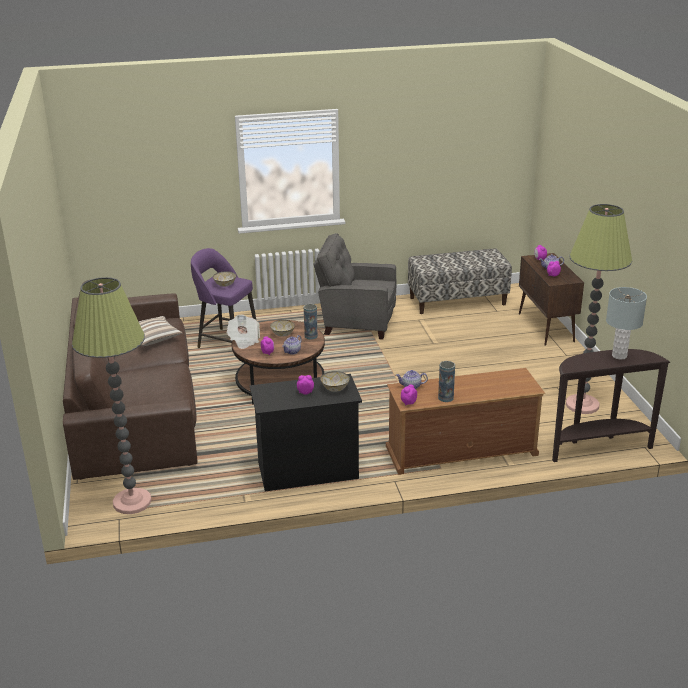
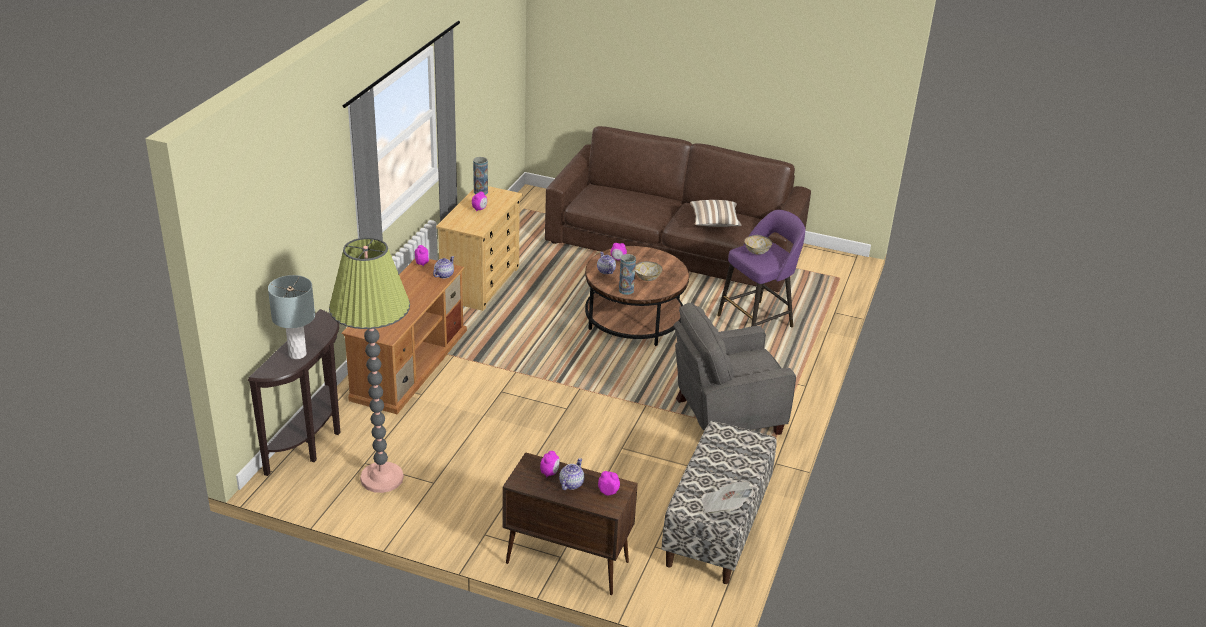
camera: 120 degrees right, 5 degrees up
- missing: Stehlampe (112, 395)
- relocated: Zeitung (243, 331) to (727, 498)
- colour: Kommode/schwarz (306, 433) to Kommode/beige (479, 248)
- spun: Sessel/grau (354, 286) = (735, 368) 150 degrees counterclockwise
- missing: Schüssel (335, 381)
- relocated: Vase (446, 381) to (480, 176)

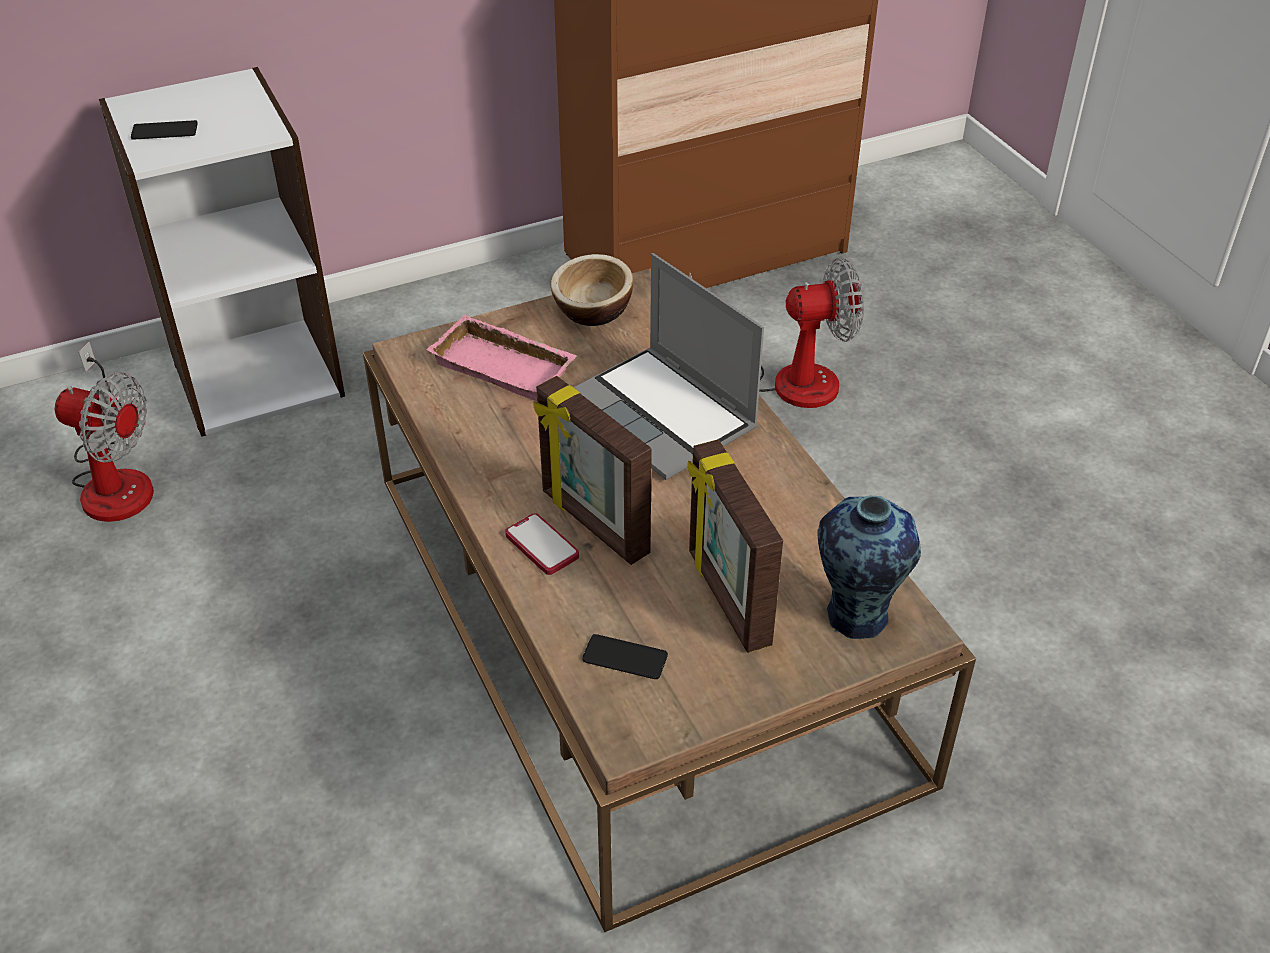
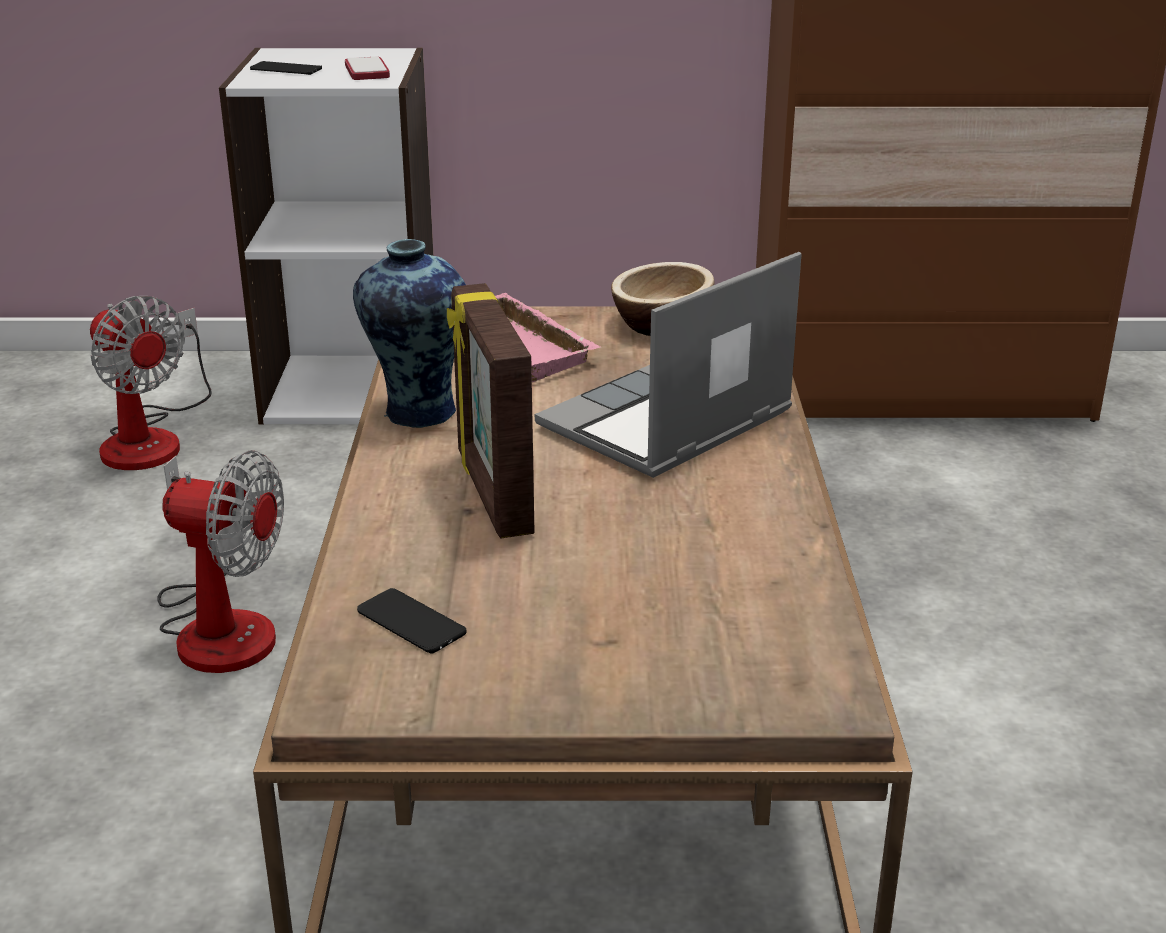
camera: 25 degrees right, 15 degrees down
- relocated: Handy (542, 544) to (367, 68)
- spun: Laptop (668, 366) = (668, 365) 60 degrees clockwise
- missing: Bilderrahmen (735, 546)
- relocated: Ventilator (776, 333) to (220, 561)
- relocated: Vase (869, 567) to (409, 333)

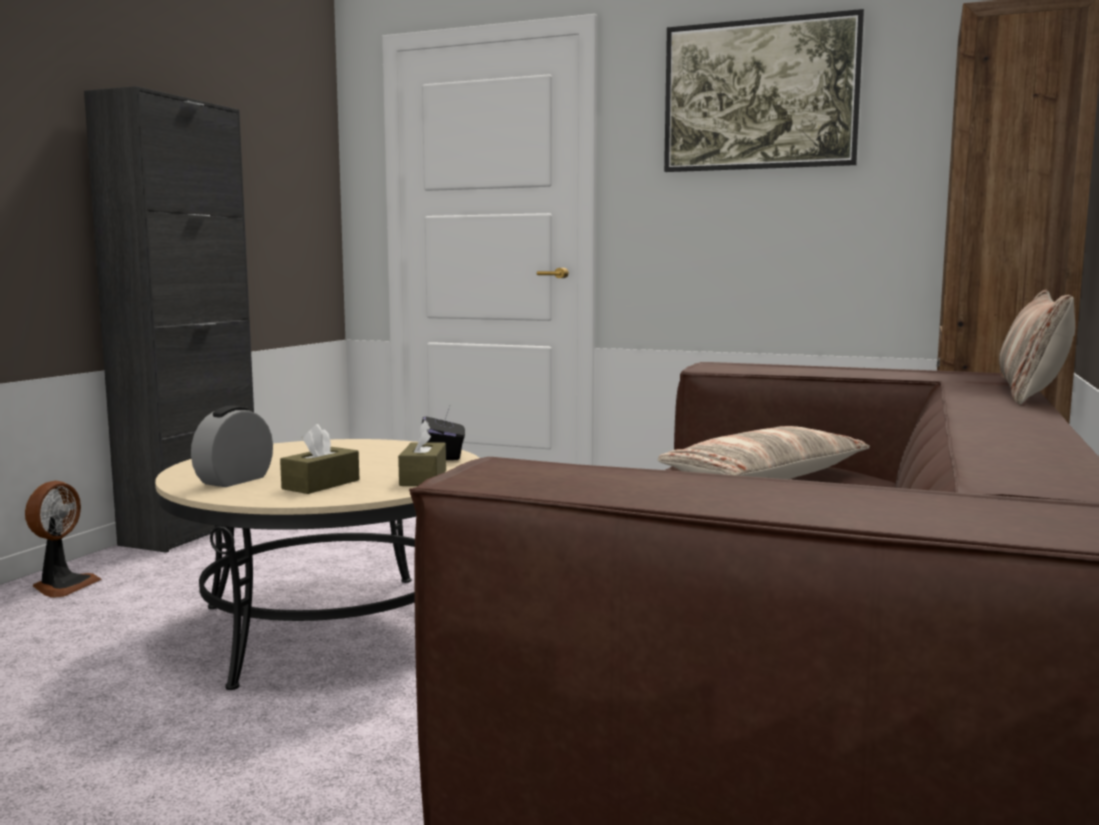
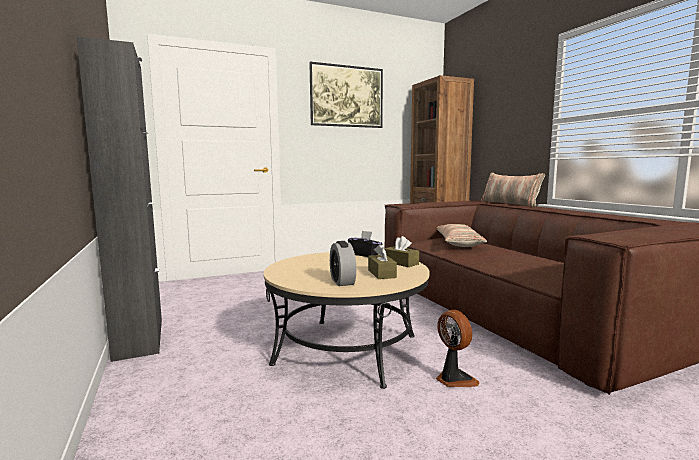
camera: 45 degrees left, 0 degrees up
- relocated: Ventilator (63, 539) to (458, 348)

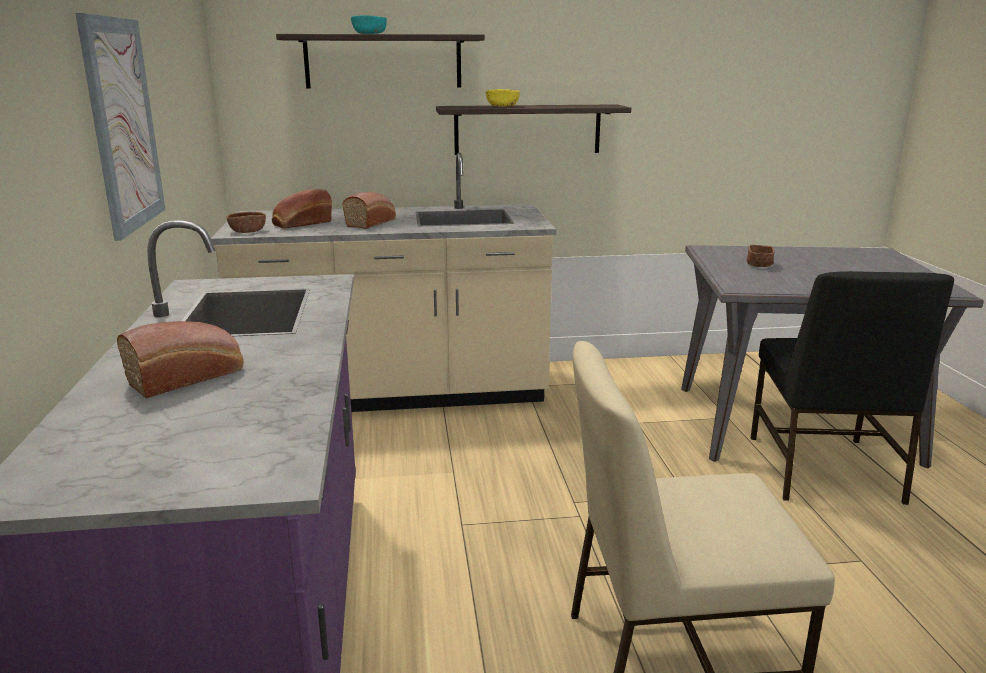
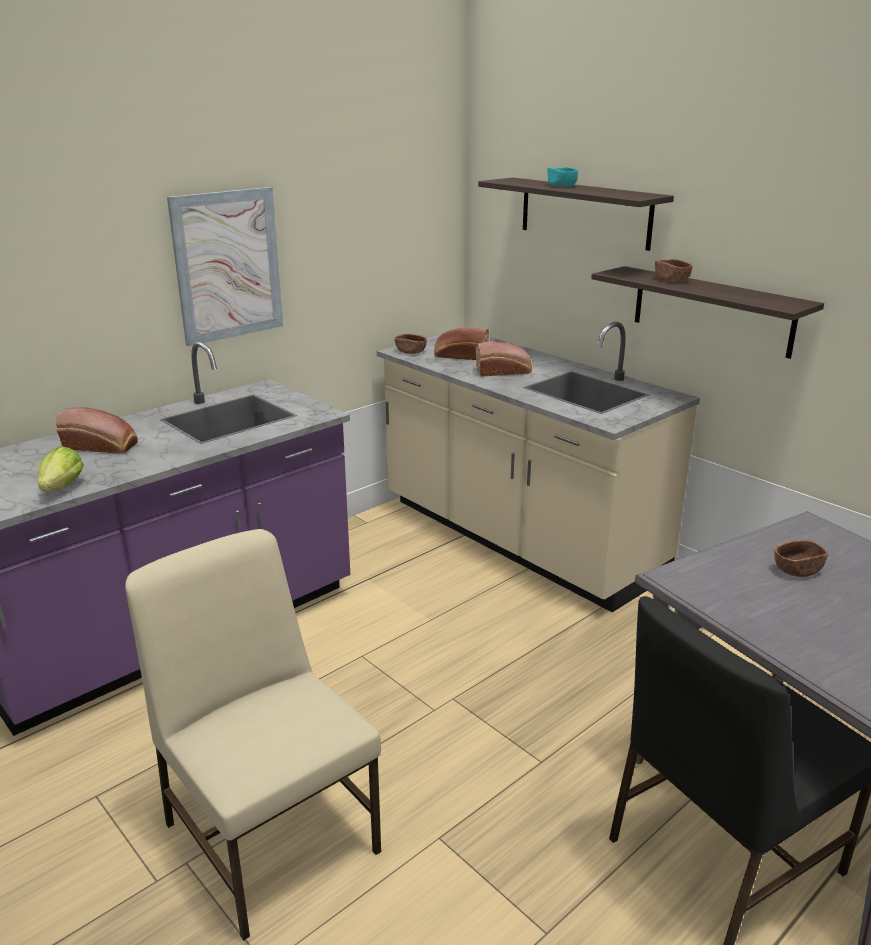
camera: 55 degrees right, 5 degrees up
- colour: Schüssel/gelb (503, 97) to Schüssel/braun (674, 270)
- appeared: Salatkopf (61, 468)

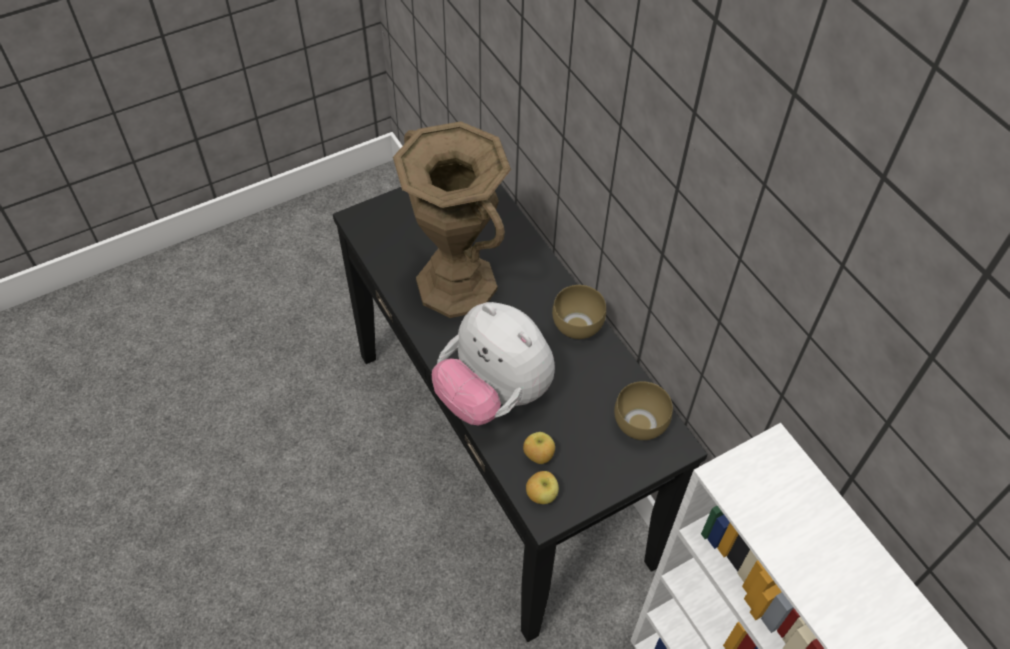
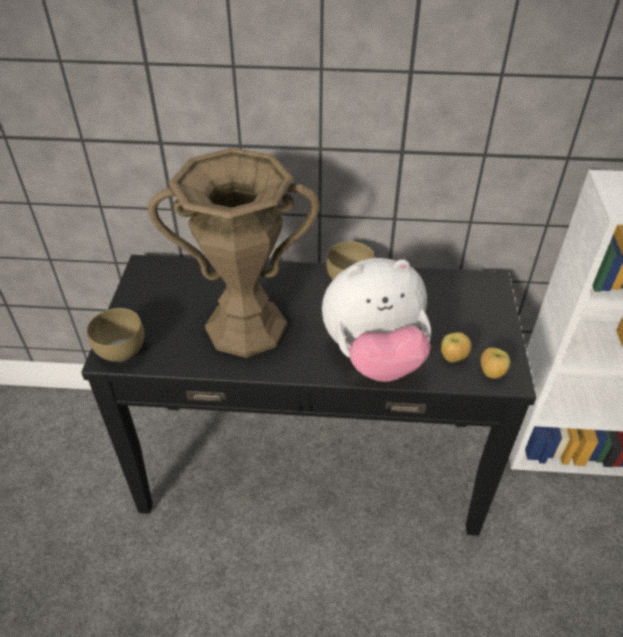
camera: 55 degrees left, 10 degrees down
- relocated: Schüssel/braun (643, 410) to (115, 335)

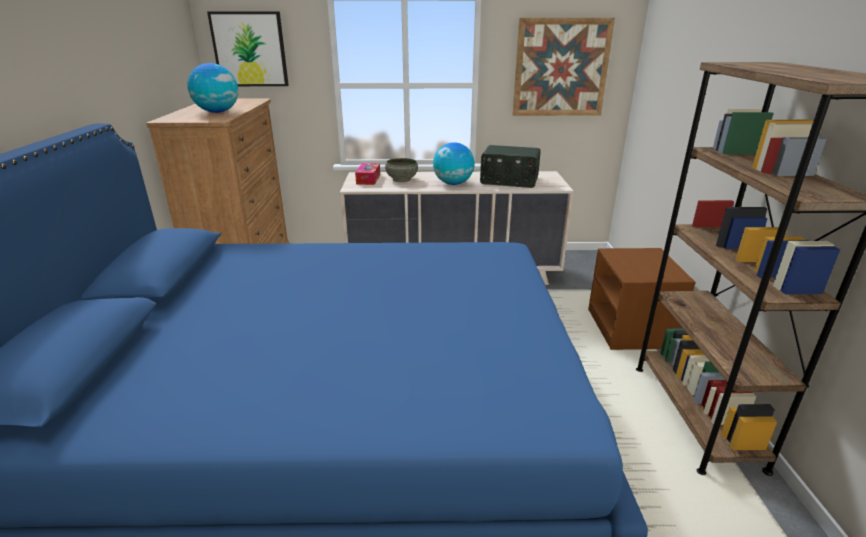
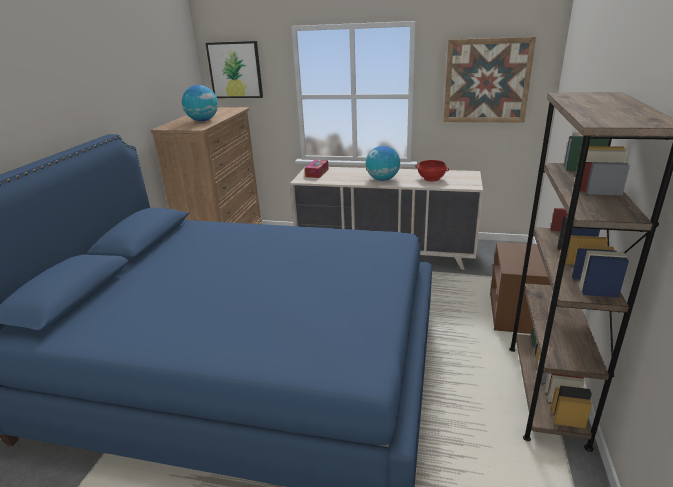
camera: 15 degrees right, 0 degrees up
- missing: Schüssel/grau (401, 170)
- exchanged: Radio (510, 166) to Schüssel/rot (432, 170)

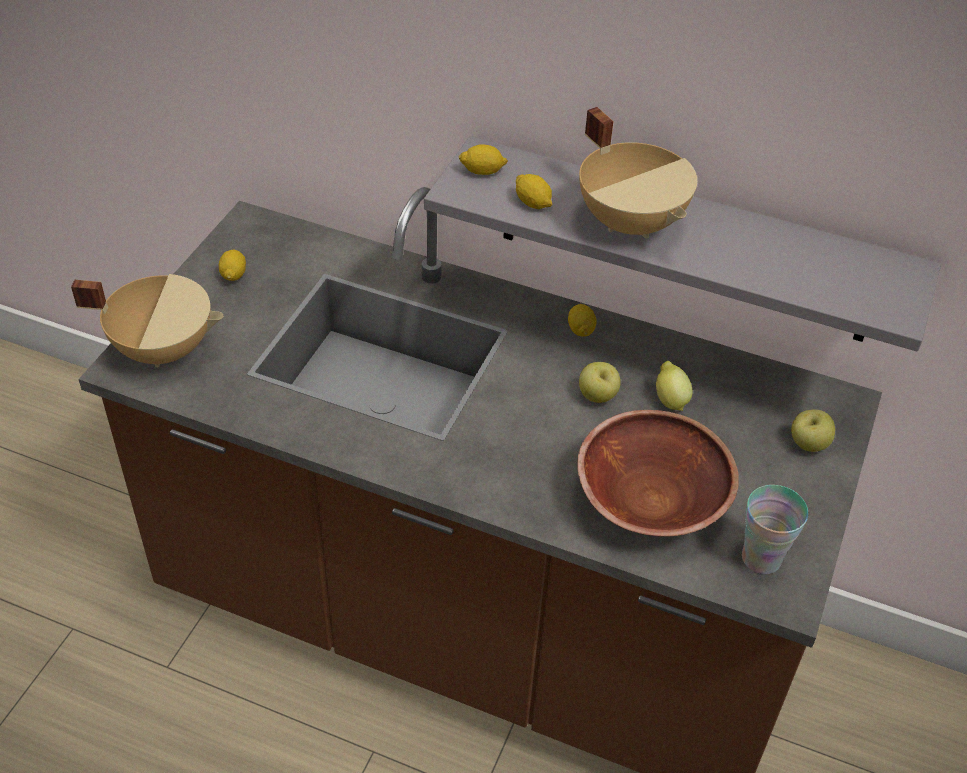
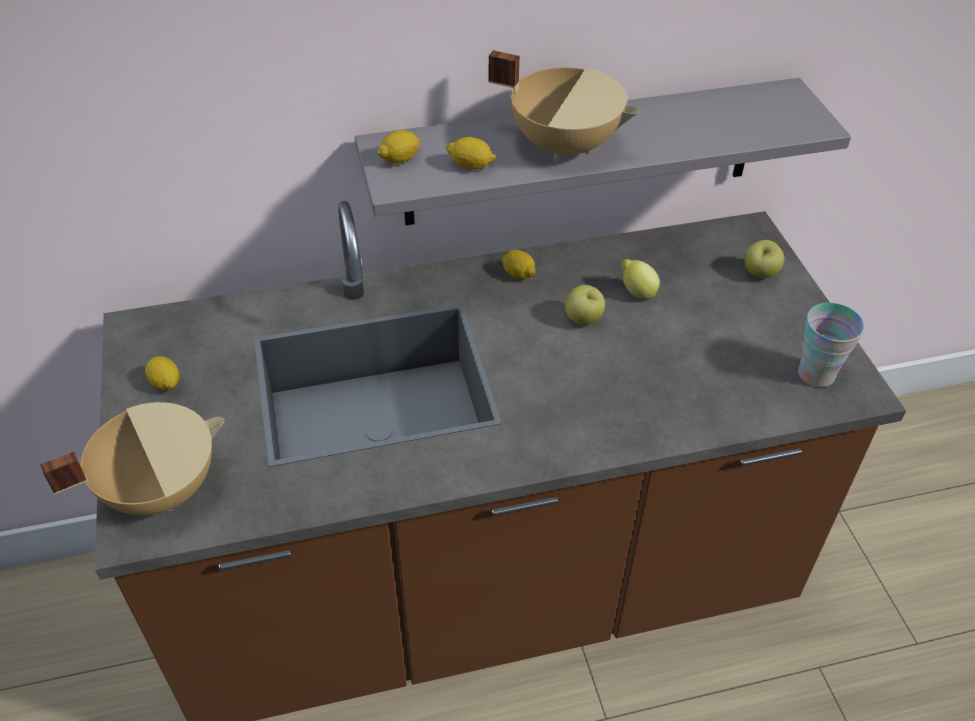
camera: 35 degrees left, 0 degrees up
- missing: Schüssel/braun (658, 473)

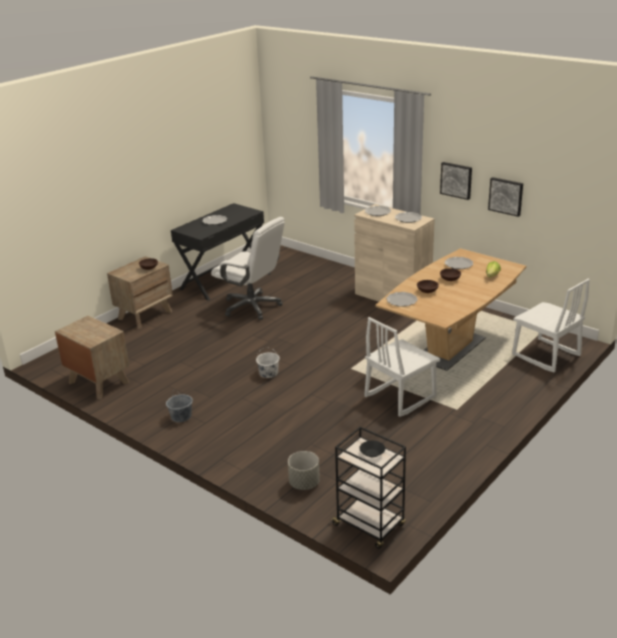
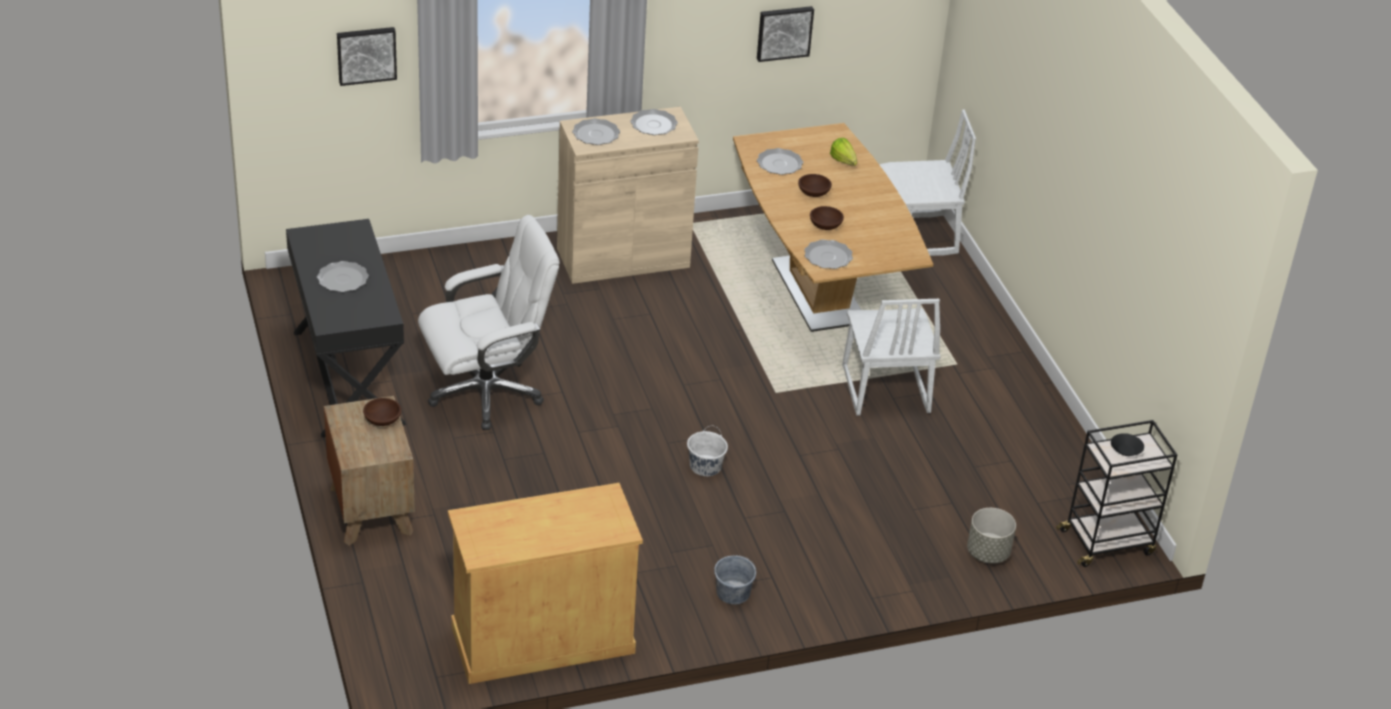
camera: 60 degrees left, 10 degrees up
- exchanged: Nachttisch/braun (92, 357) to Schrank/beige (545, 583)
- relocated: Bild (456, 181) to (367, 56)

